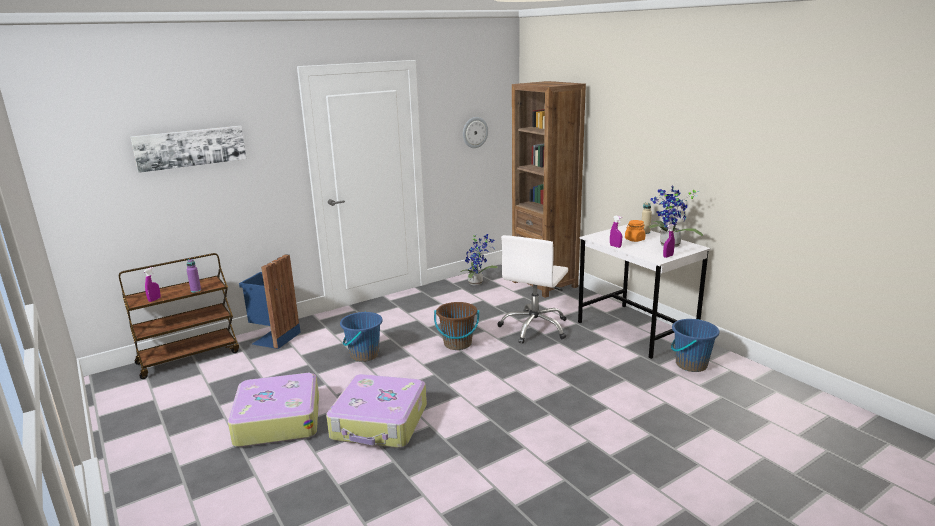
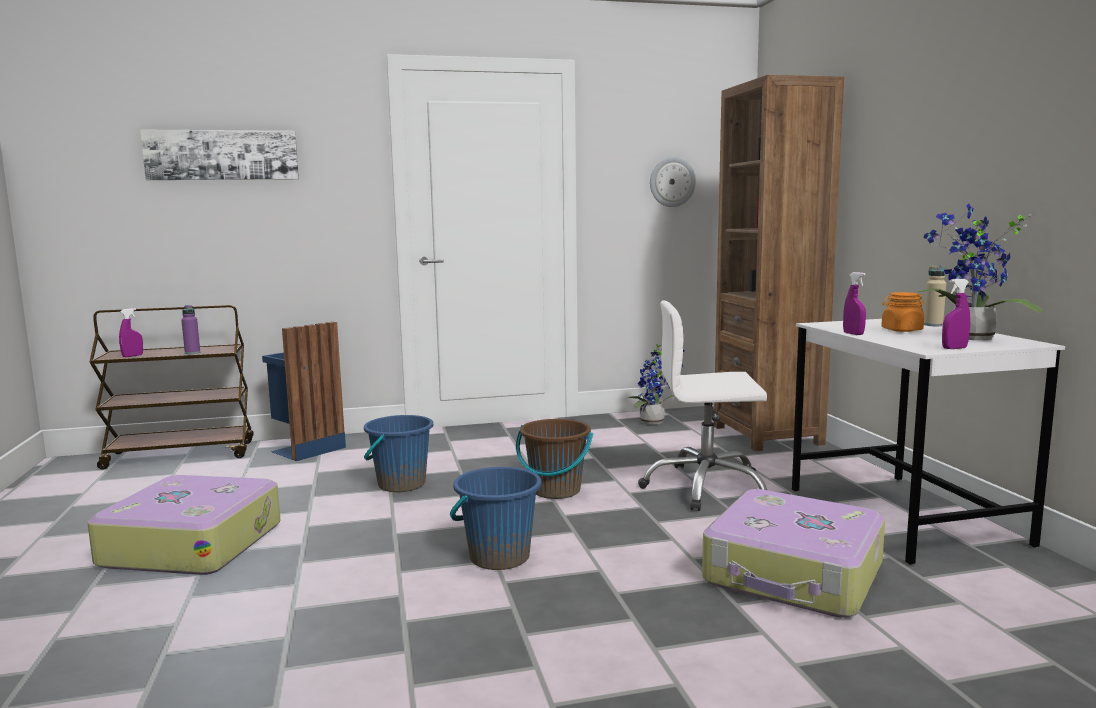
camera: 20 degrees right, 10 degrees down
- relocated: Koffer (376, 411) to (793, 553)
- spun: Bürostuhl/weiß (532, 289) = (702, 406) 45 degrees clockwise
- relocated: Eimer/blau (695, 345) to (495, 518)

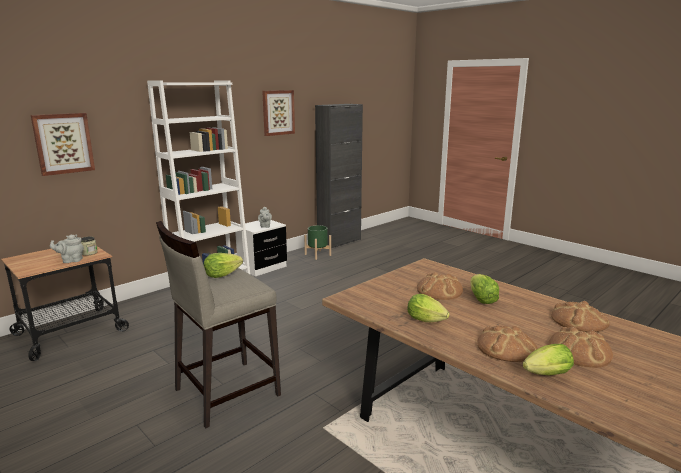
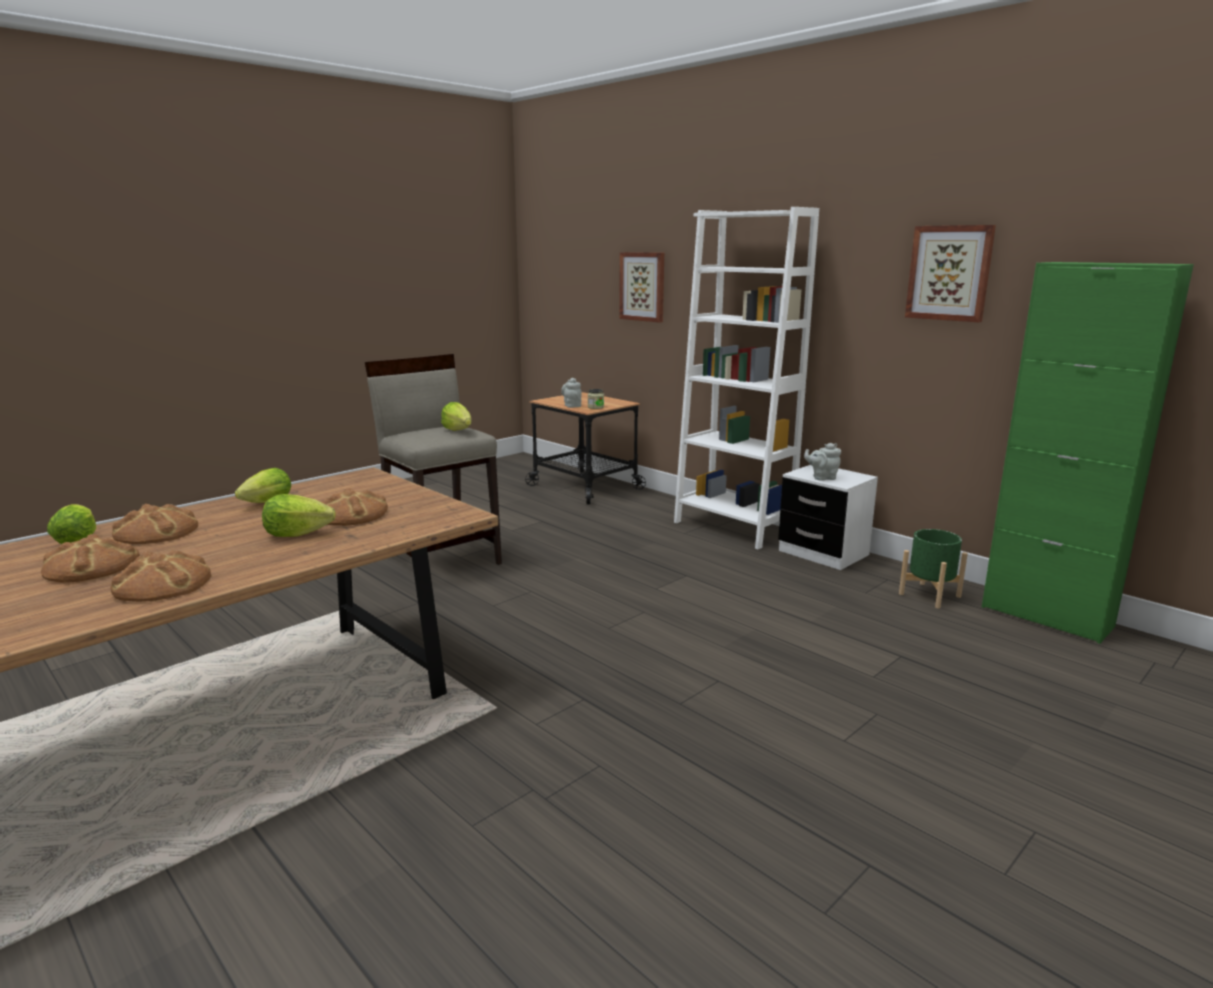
camera: 90 degrees right, 0 degrees up
- colour: Schrank/schwarz (339, 176) to Schrank/grün (1088, 453)

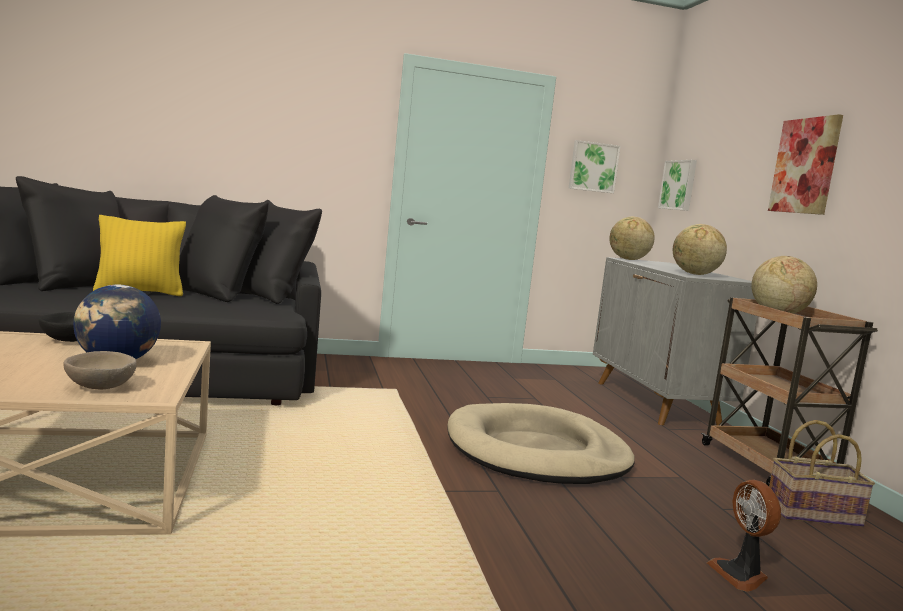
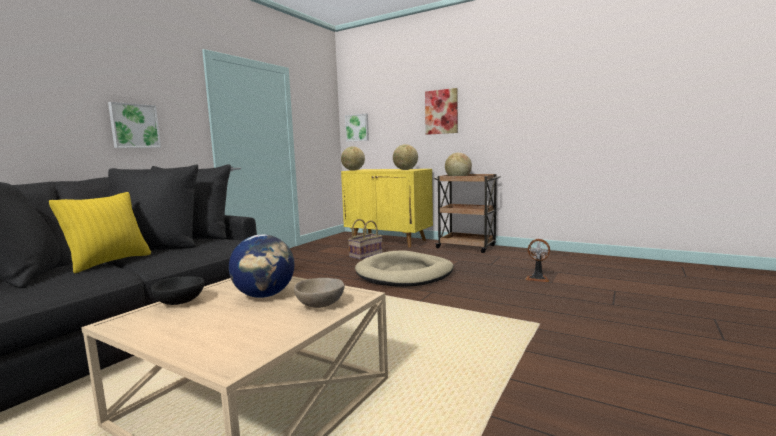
camera: 45 degrees left, 0 degrees up
- relocated: Bild (595, 166) to (134, 125)
- colour: Schrank/grau (675, 341) to Schrank/gelb (387, 208)
- relocated: Korb (822, 473) to (365, 239)

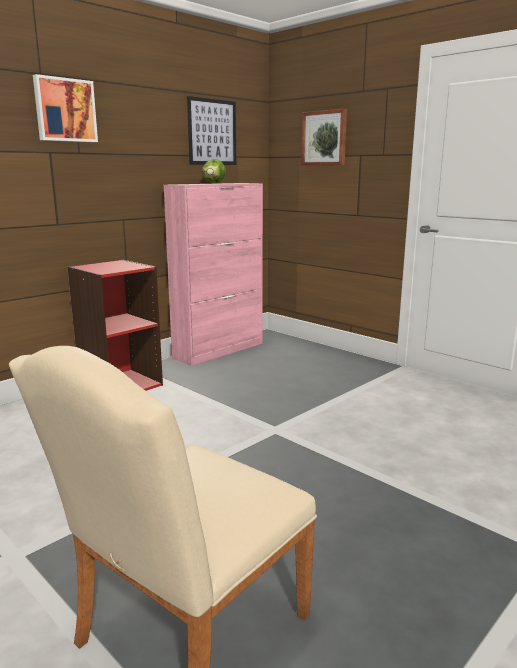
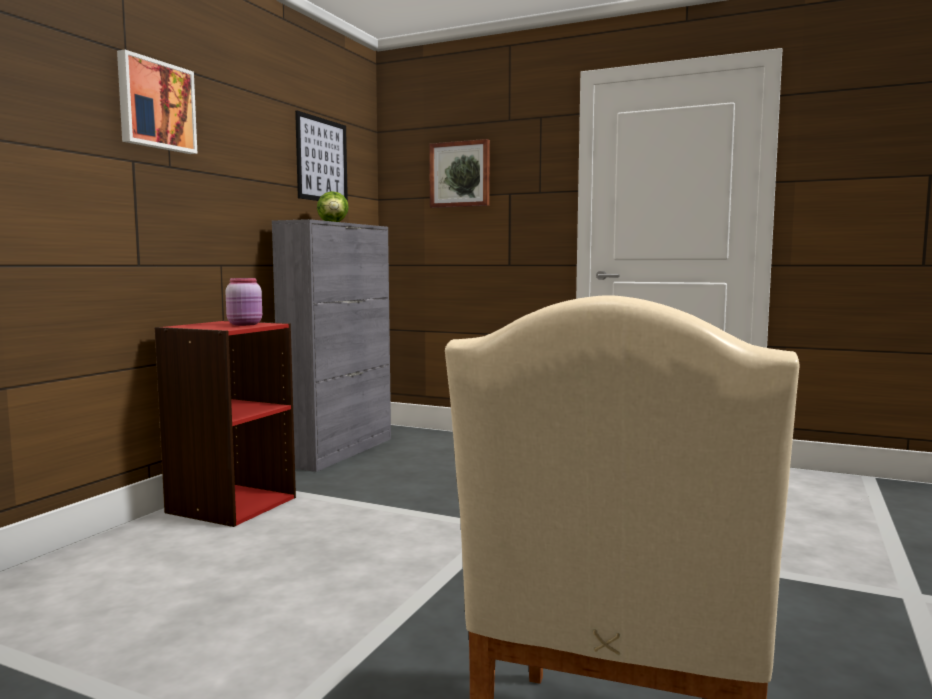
camera: 20 degrees left, 10 degrees down
- colour: Schrank/rosa (213, 274) to Schrank/grau (331, 345)
- appeared: Vorratsglas/rosa (244, 302)

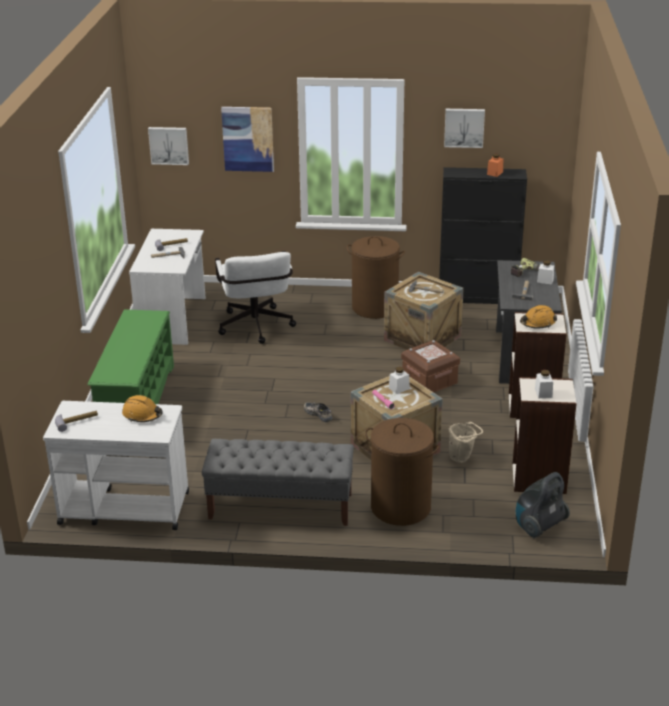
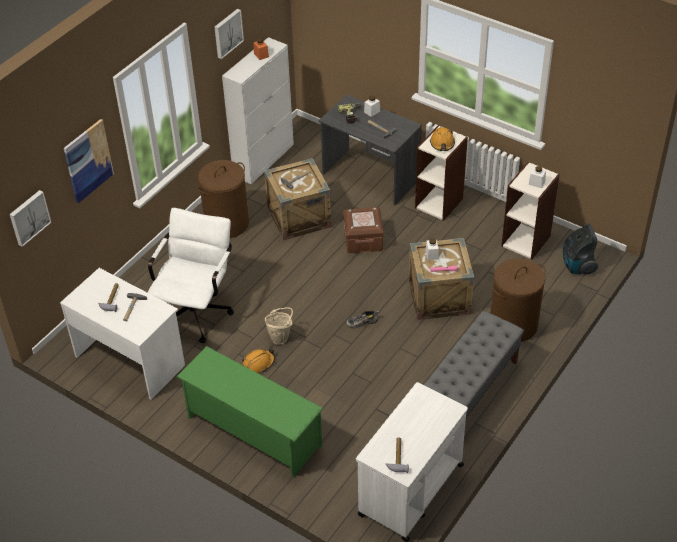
camera: 60 degrees left, 15 degrees up
- relocated: Schutzhelm/orange (142, 408) to (258, 360)
- spun: Bürostuhl/weiß (255, 297) = (191, 275) 90 degrees counterclockwise
- colour: Schrank/schwarz (483, 235) to Schrank/weiß (258, 110)
- relocated: Eimer/beige (465, 442) to (279, 326)

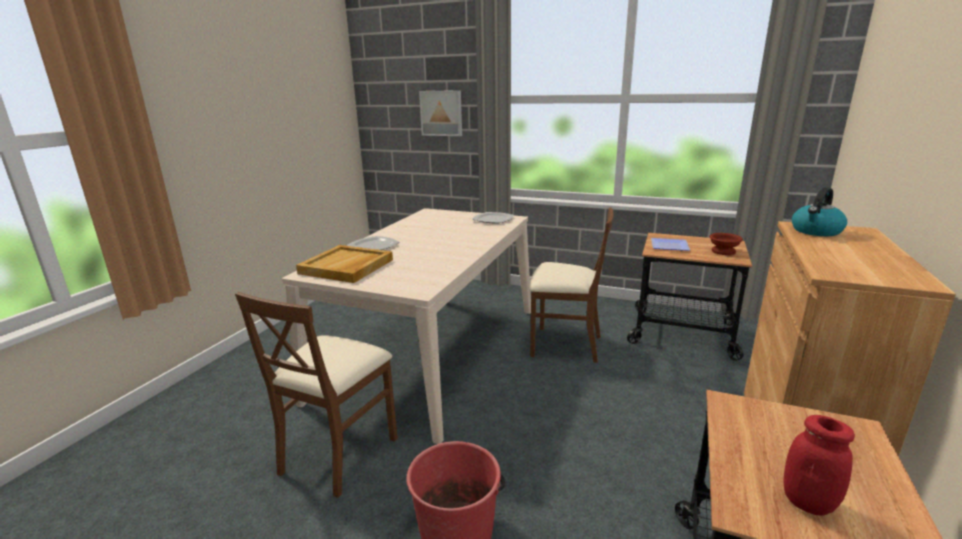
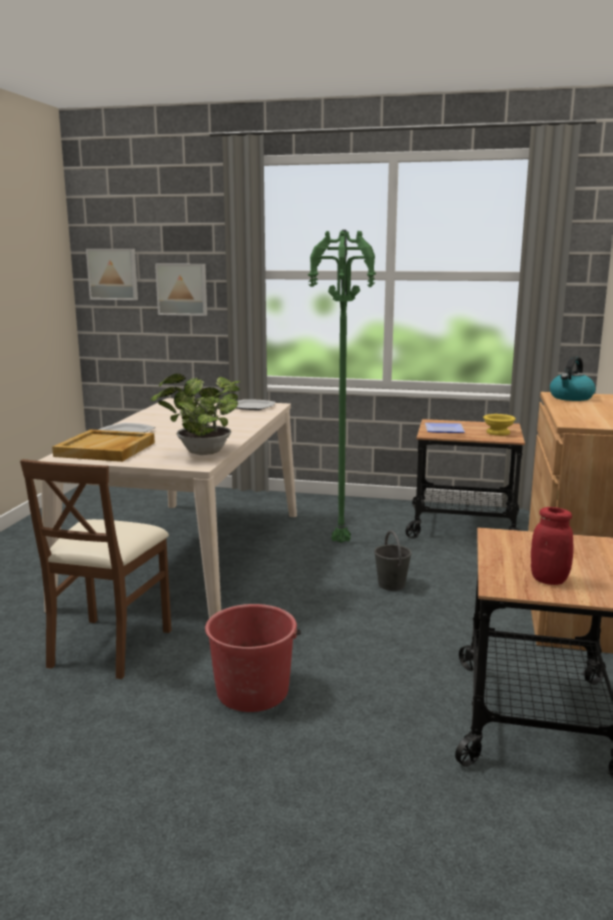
camera: 10 degrees left, 5 degrees down
- exchanged: Stuhl/braun (571, 285) to Stehlampe/grün (342, 386)
- colour: Schüssel/braun (726, 244) to Schüssel/gelb (499, 425)
- appeared: Bild (112, 274)
- appeared: Topfpflanze (195, 414)
- appeared: Eimer/grau (393, 560)

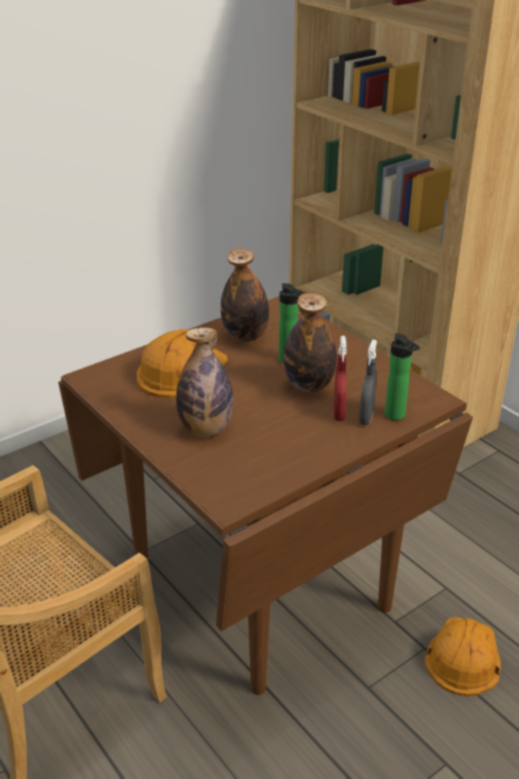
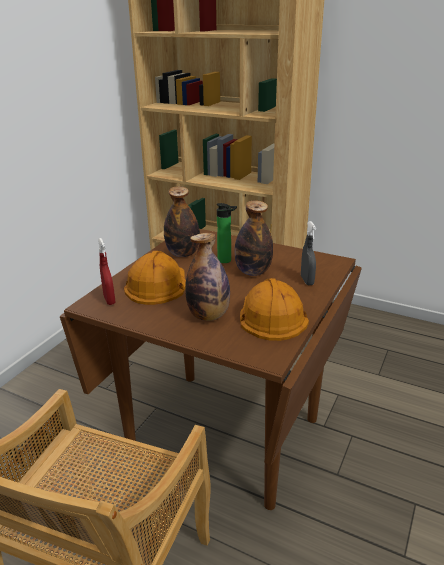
camera: 25 degrees left, 5 degrees down
- relocated: Sprühflasche/rot (340, 378) to (106, 271)
- missing: Flasche (402, 376)
- relocated: Schutzhelm/orange (462, 656) to (274, 309)

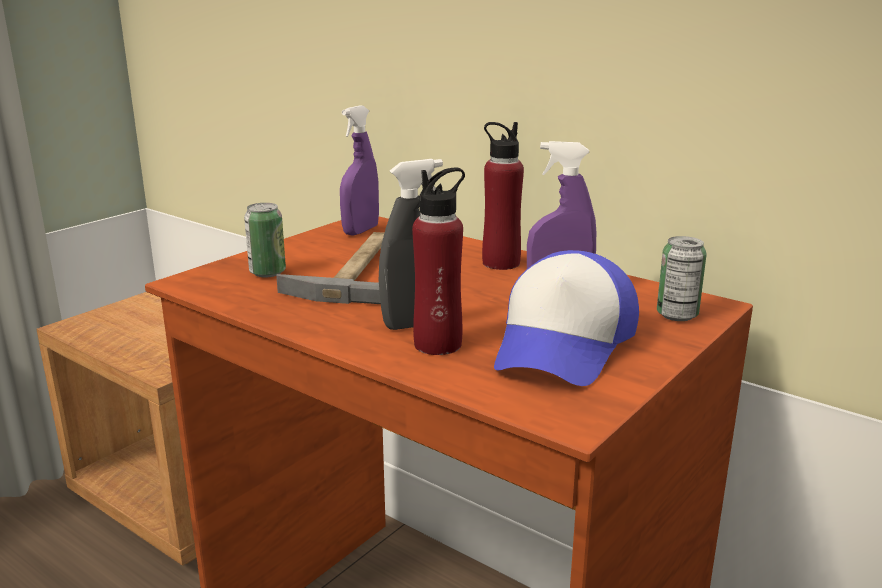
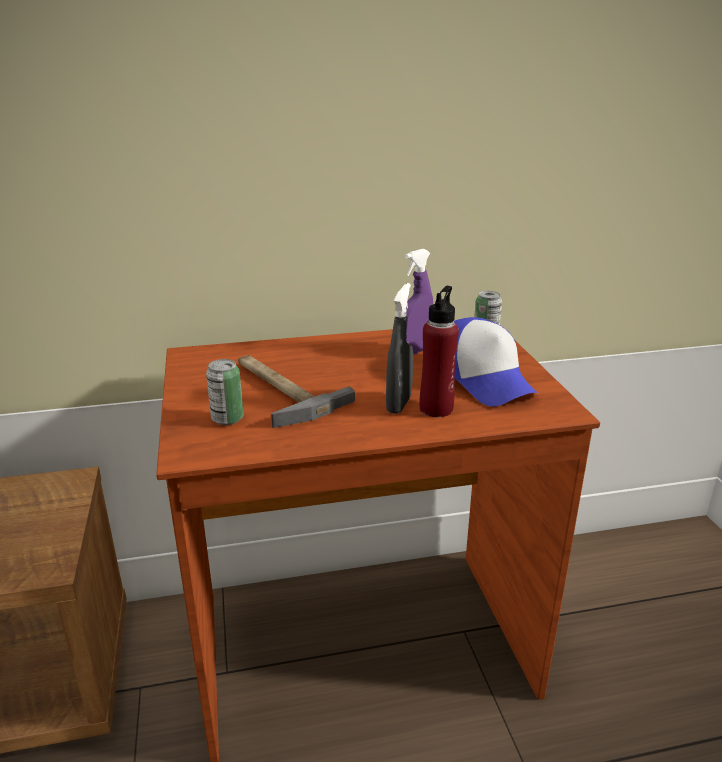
camera: 50 degrees left, 5 degrees up
- missing: Sprühflasche/lila (359, 170)
- missing: Flasche/rot (503, 196)

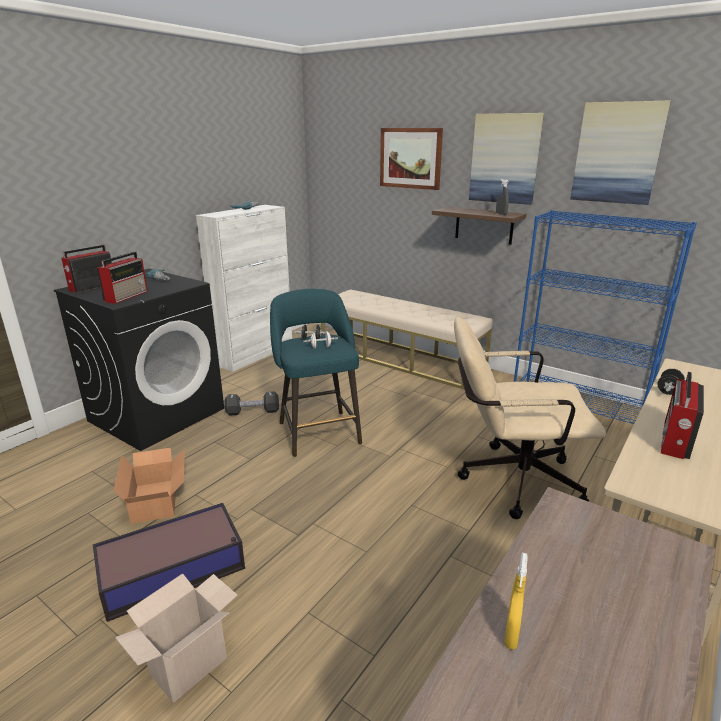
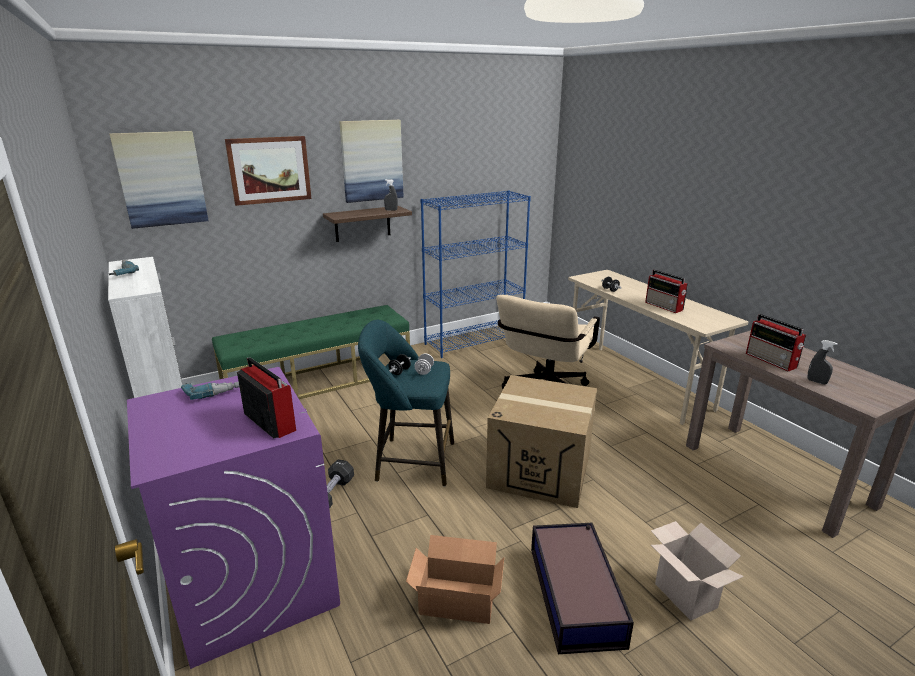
camera: 65 degrees left, 0 degrees up
- colour: Waschmaschine/schwarz (139, 360) to Waschmaschine/lila (233, 518)
- relocated: Radio (86, 269) to (776, 342)
- colour: Bank/beige (406, 339) to Bank/grün (311, 352)
- colour: Sprühflasche/gelb (516, 601) to Sprühflasche/grau (822, 362)
- relocated: Bild (620, 152) to (158, 180)
- appeared: Karton (541, 441)

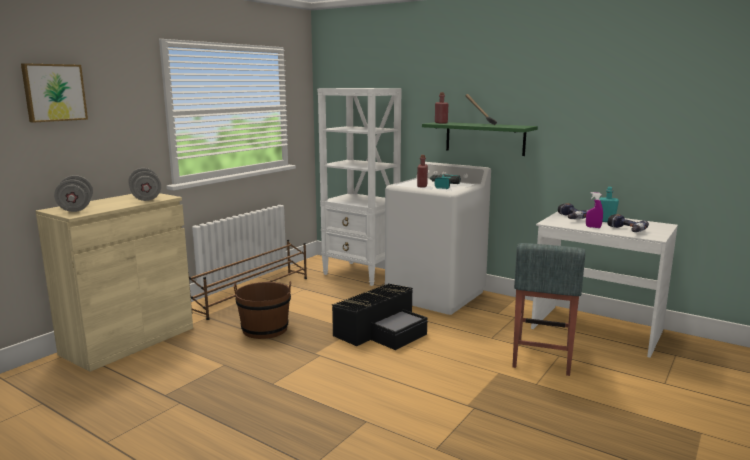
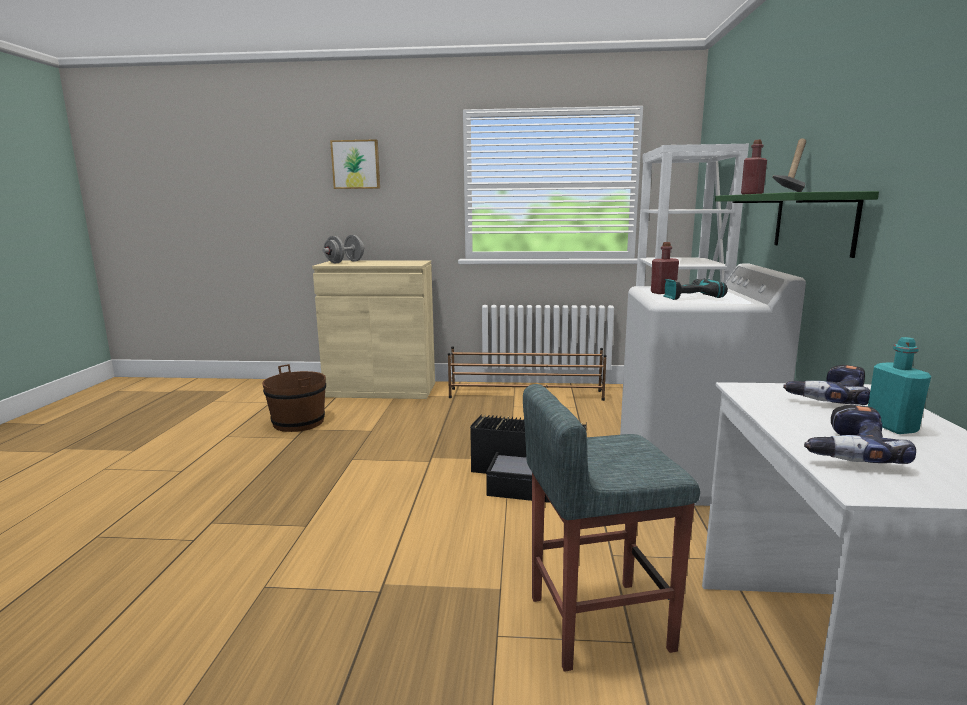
camera: 60 degrees right, 0 degrees up
- missing: Hantel/grau (144, 184)
- relocated: Eimer/braun (262, 310) to (294, 398)
- missing: Sprühflasche/lila (594, 210)

